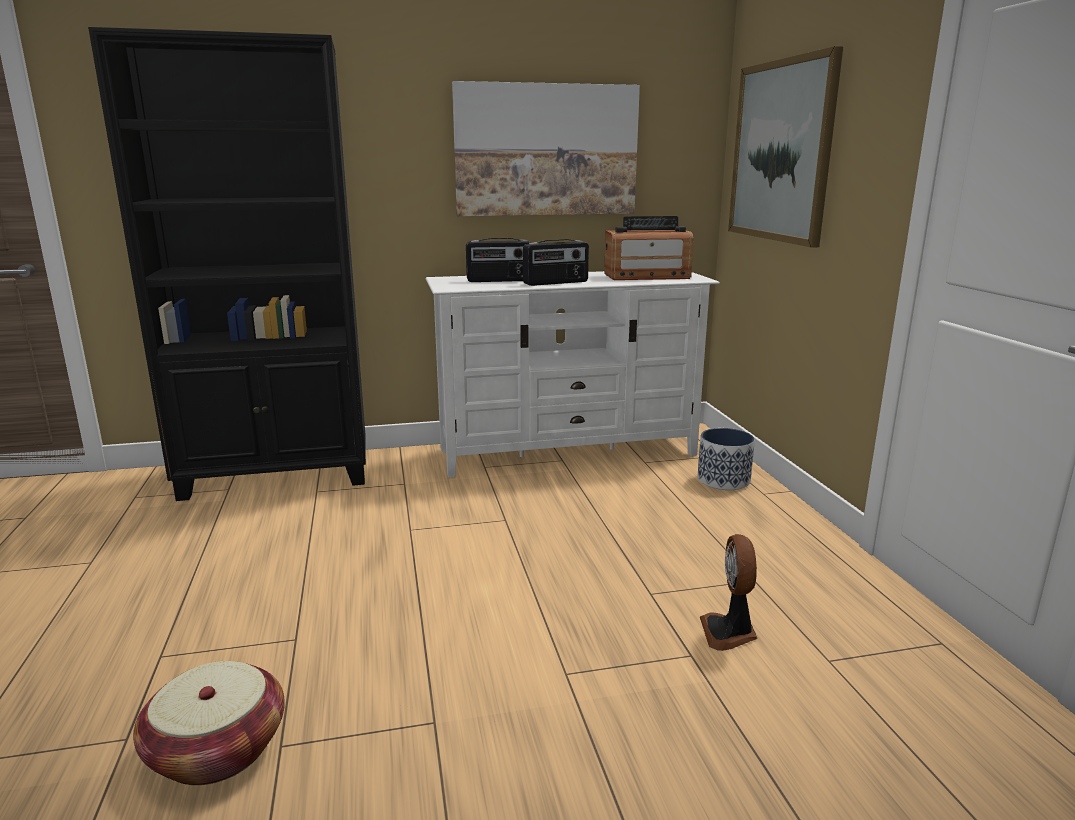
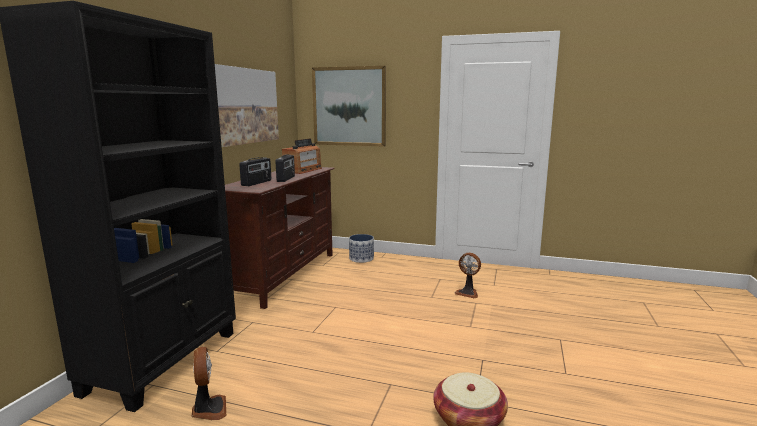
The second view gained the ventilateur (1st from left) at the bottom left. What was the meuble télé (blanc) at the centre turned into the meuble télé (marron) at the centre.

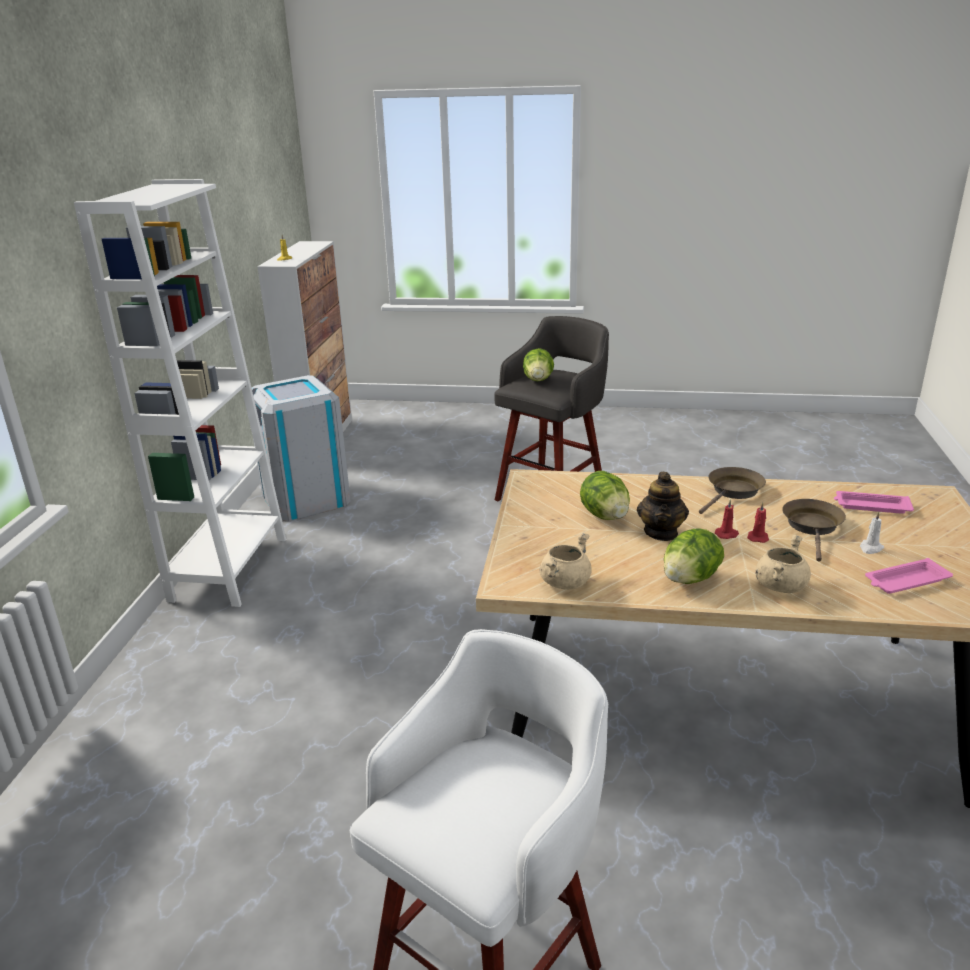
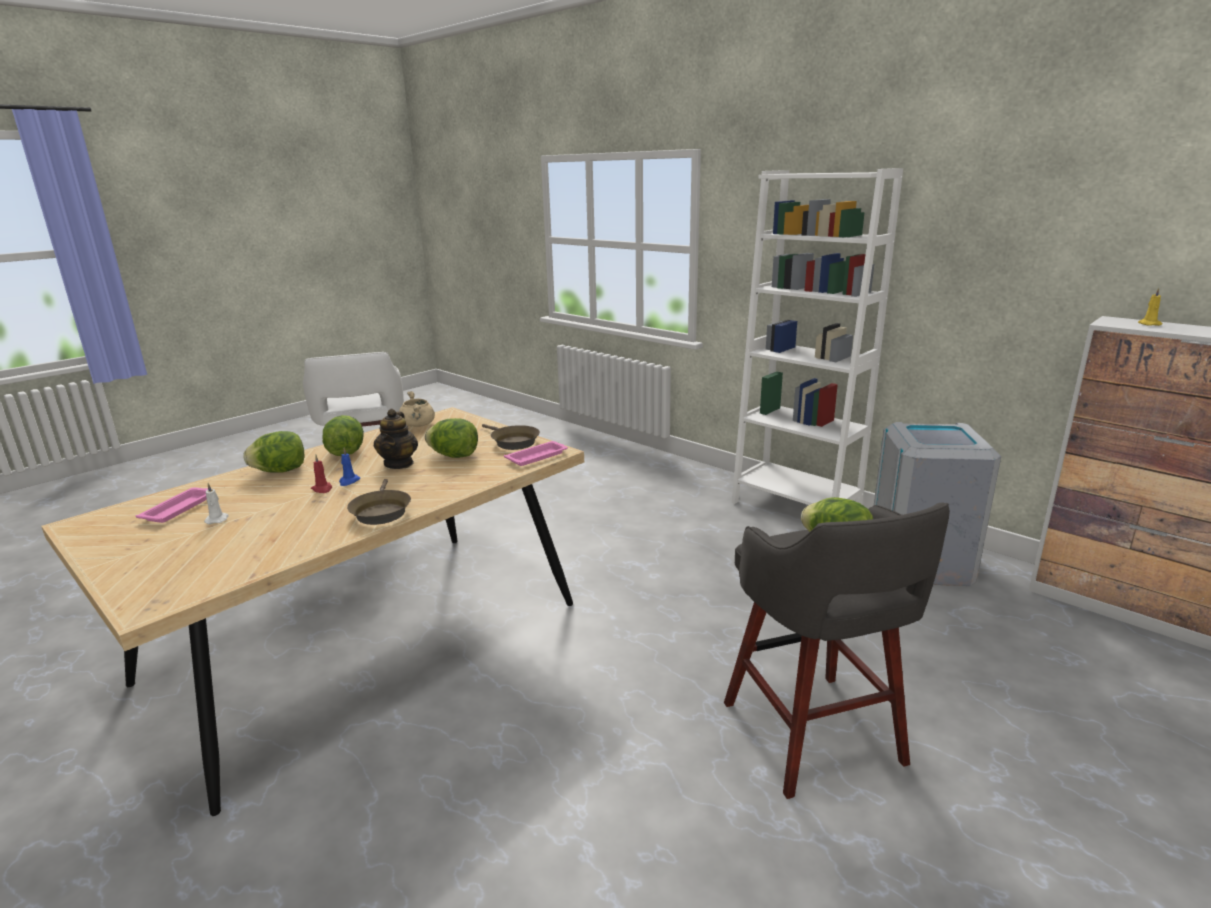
Where the marmite (beige) (2nd from left) stood at the middle right, the laitue (1st from left) came to stand at the middle left. What was the bougie (rouge) (1st from left) at the middle right turned into the bougie (bleu) at the middle left. The théière at the middle right ended up facing another way, 135 degrees counterclockwise from before. The poêle (marron) (2nd from left) ended up elsewhere, having gone from the middle right to the centre. The plateau (rose) (1st from left in the first image) ended up elsewhere, having gone from the middle right to the centre.

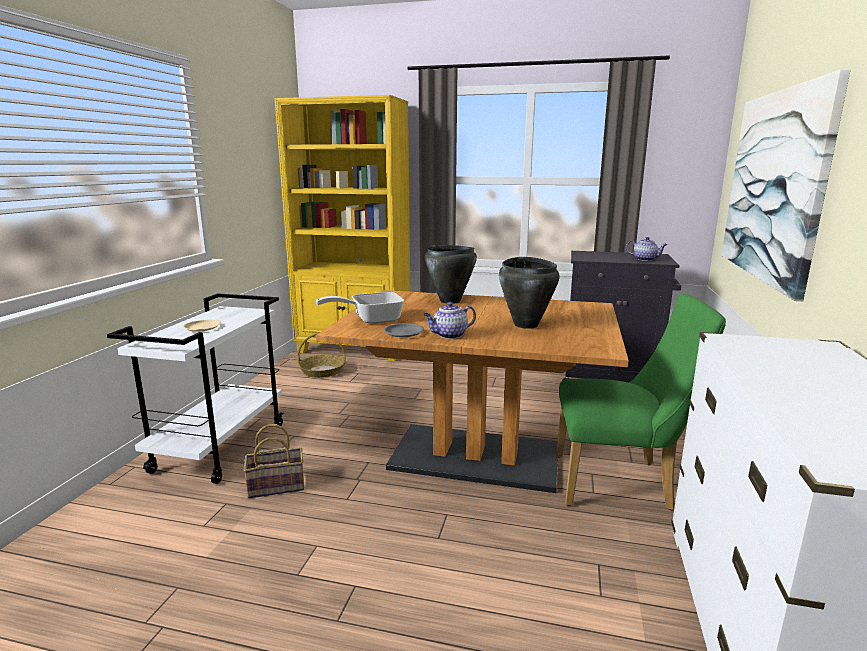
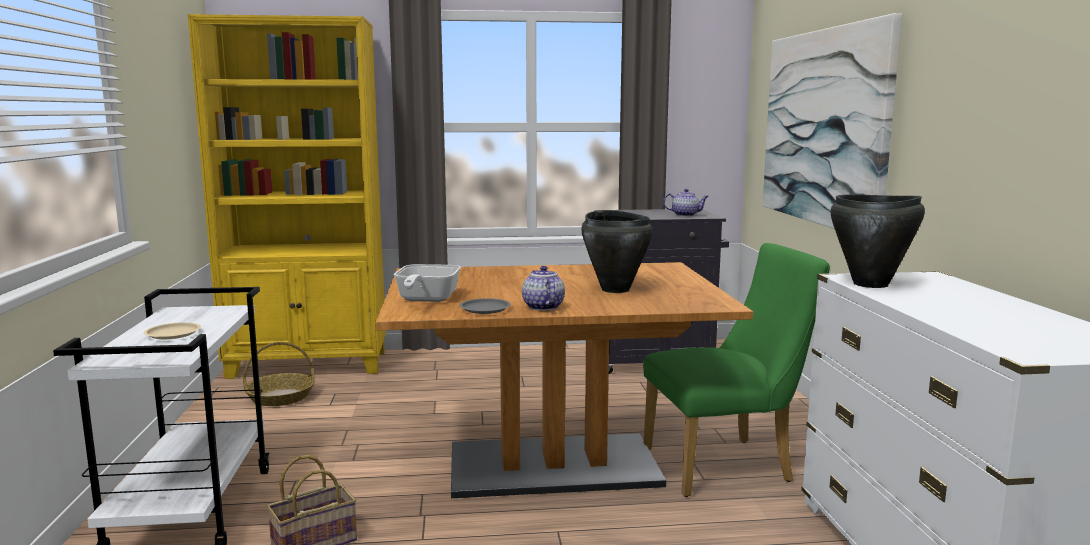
The poêle at the centre ended up facing another way, 45 degrees counterclockwise from before. The théière (1st from left) at the centre ended up facing another way, 120 degrees clockwise from before. The marmite (noir) (1st from left in the first image) ended up elsewhere, having gone from the centre to the middle right.

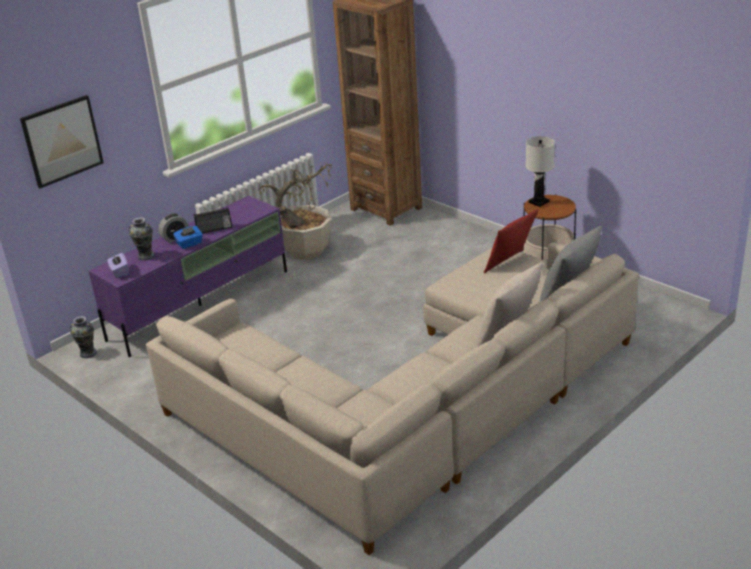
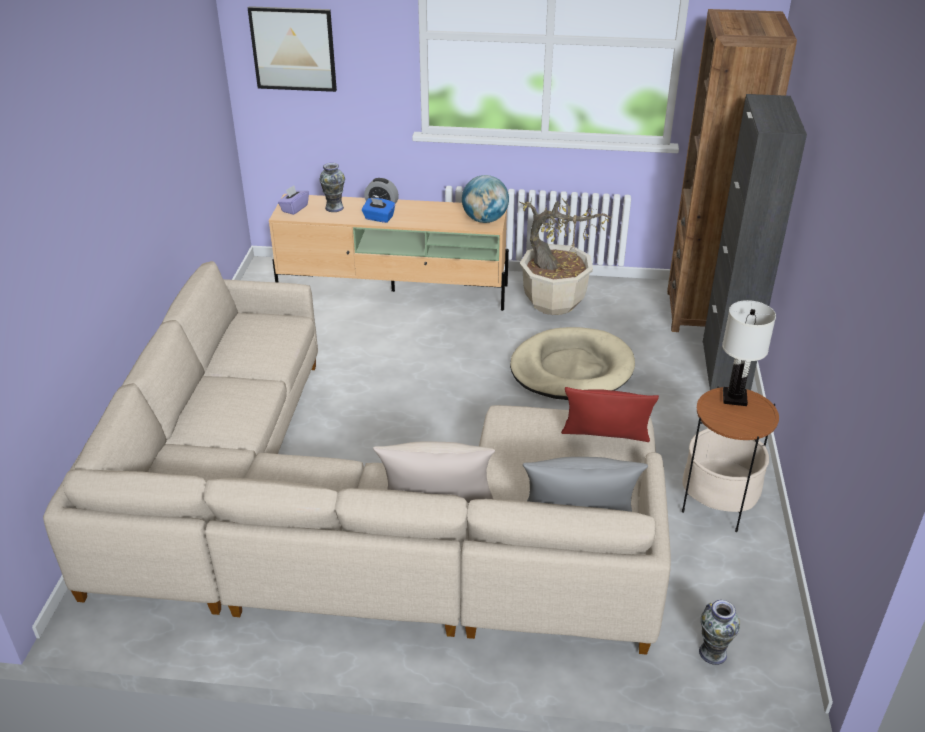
What was the meuble télé (violet) at the middle left turned into the meuble télé (beige) at the centre. The second view gained the globe at the top centre. The second view gained the panier pour chien (beige) at the centre. The vase (1st from left in the first image) ended up elsewhere, having gone from the middle left to the bottom right. The second view gained the meuble de rangement (noir) at the top right. The second view lost the radio at the middle left.

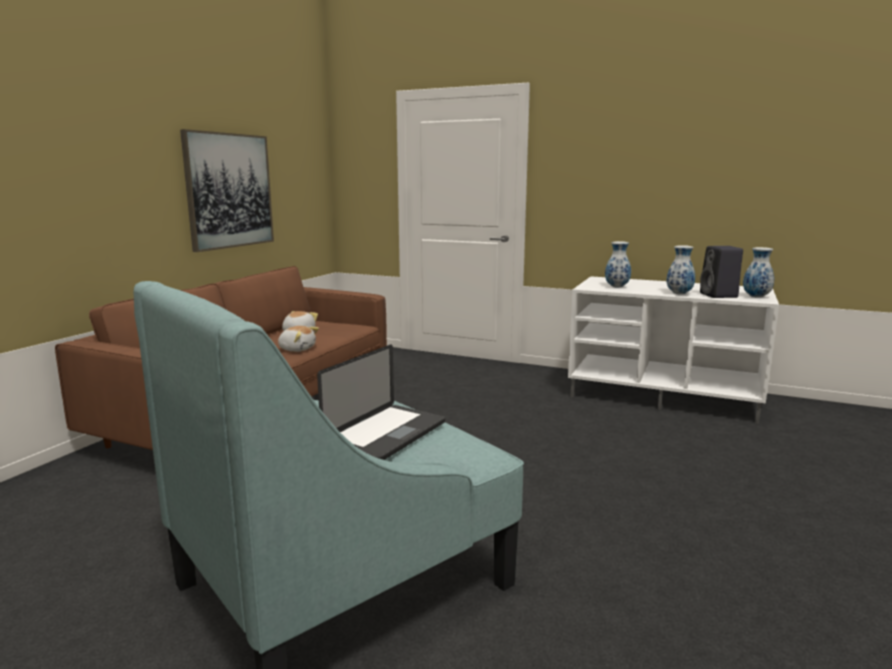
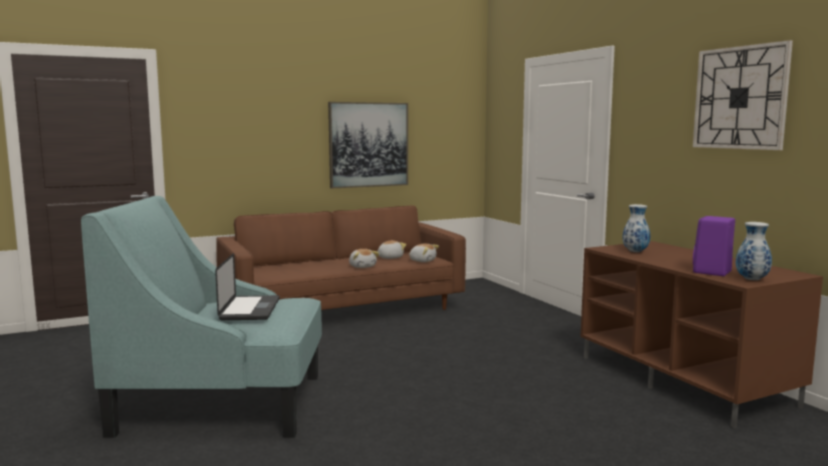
The ordinateur portable at the centre ended up facing another way, 75 degrees counterclockwise from before. The second view gained the peluche (3rd from left) at the centre. What was the meuble télé (blanc) at the middle right turned into the meuble télé (marron) at the bottom right. The second view gained the horloge murale at the top right. What was the enceinte (noir) at the middle right turned into the enceinte (violet) at the middle right. The second view lost the vase (2nd from left) at the middle right.

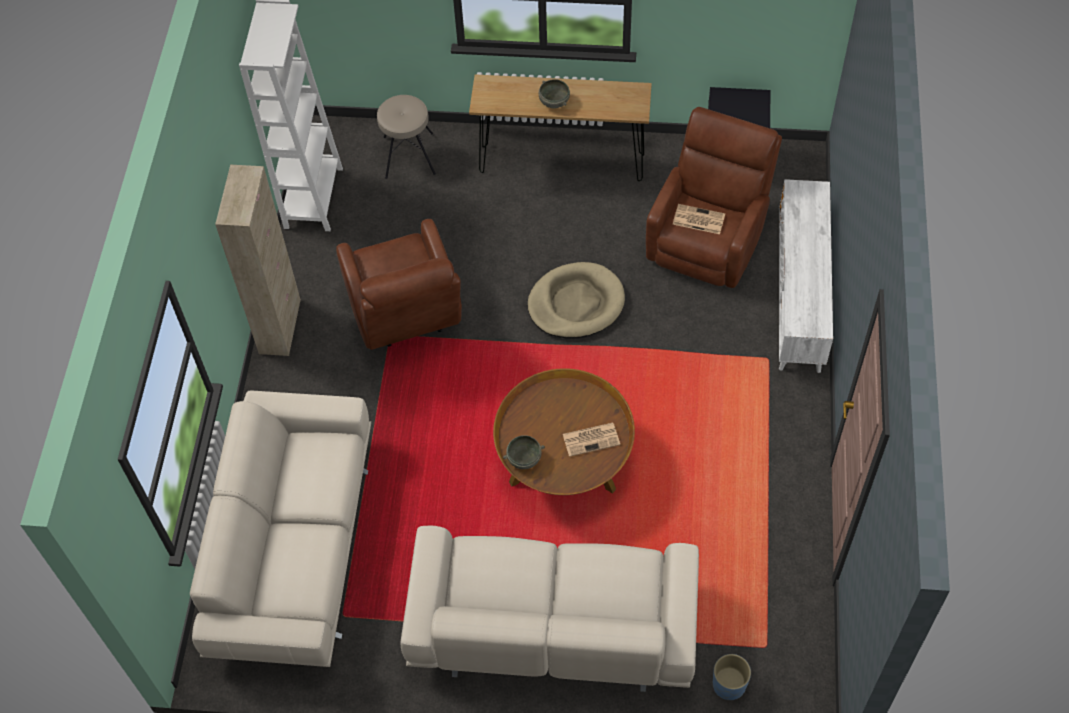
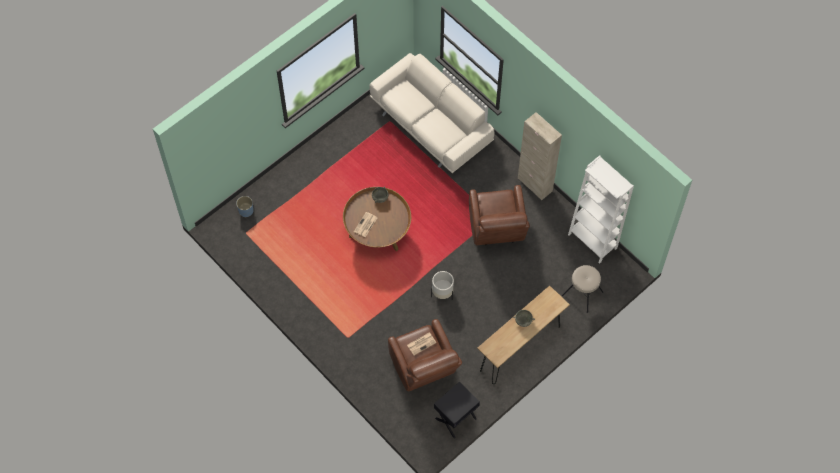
Where the panier pour chien (beige) stood at the centre, the cache-pot (blanc) came to stand at the centre. The fauteuil (marron) (1st from left in the first image) at the centre ended up facing another way, 120 degrees counterclockwise from before. The second view lost the canapé (beige) (2nd from left) at the bottom centre. The second view lost the meuble télé (blanc) at the middle right.

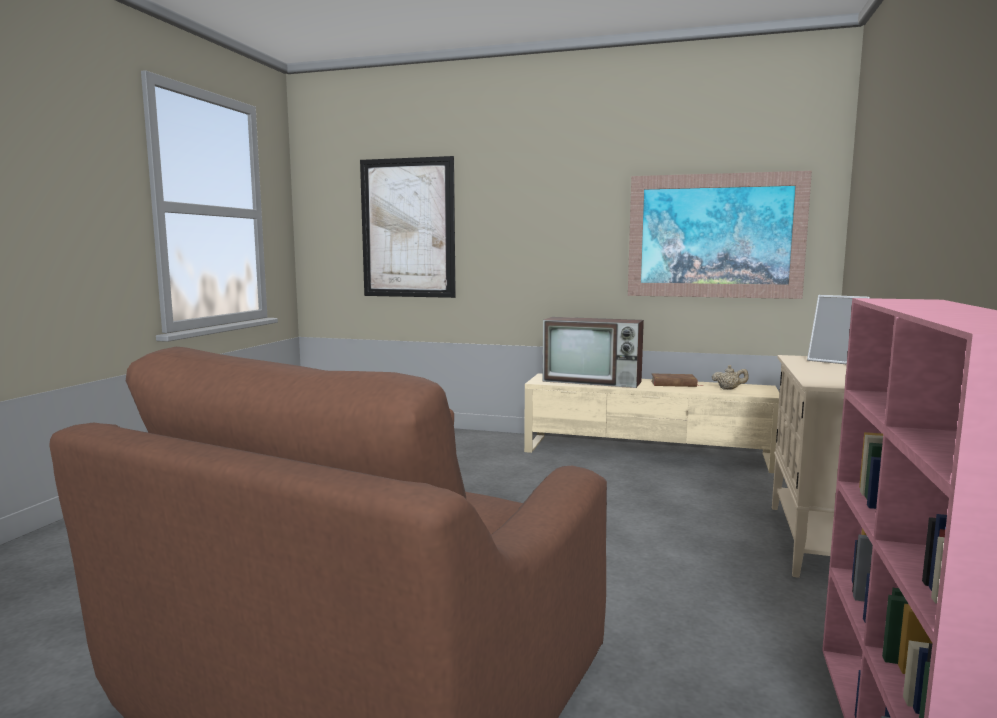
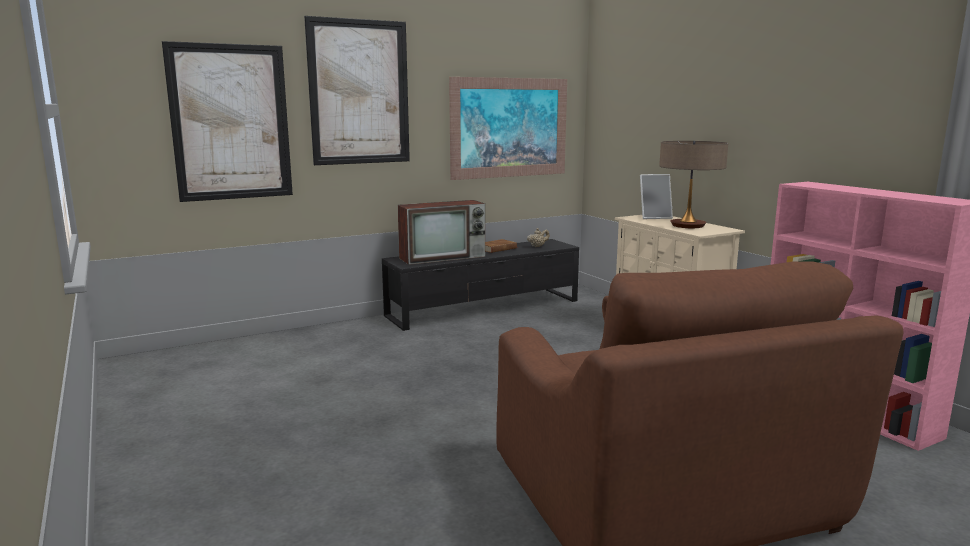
The second view gained the tableau (2nd from left) at the top centre. What was the meuble télé (beige) at the centre turned into the meuble télé (noir) at the centre. The second view gained the lampe de table at the middle right.

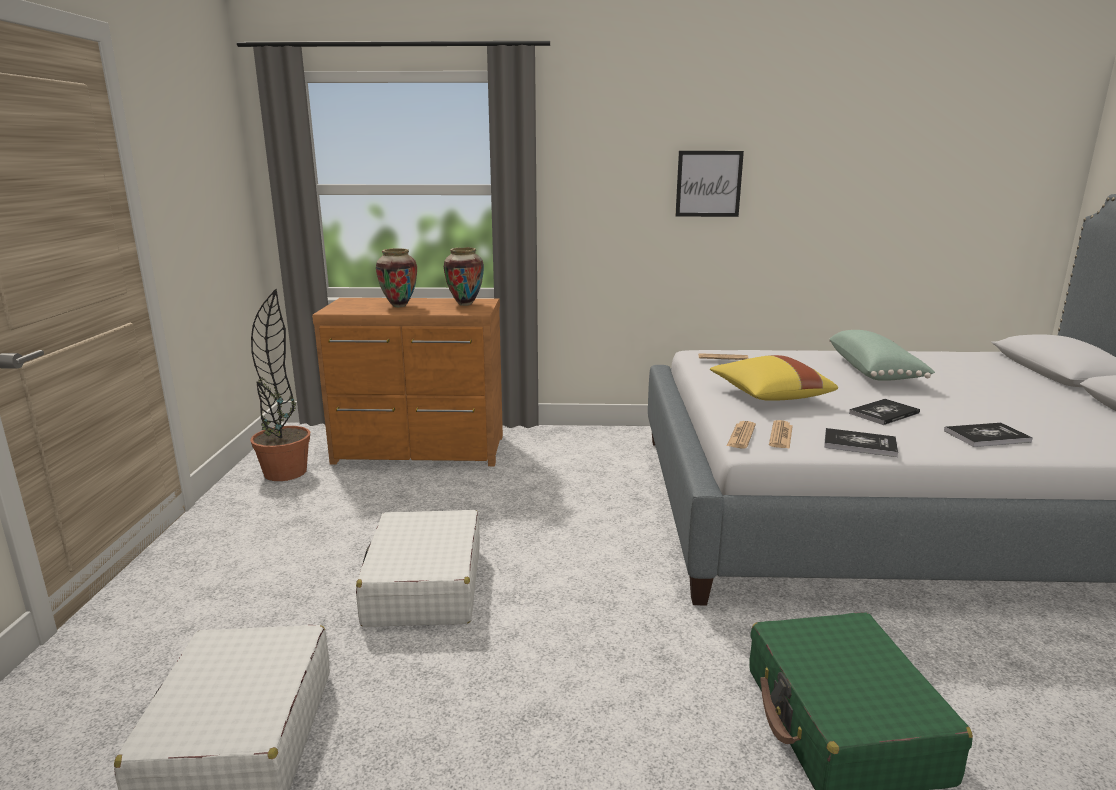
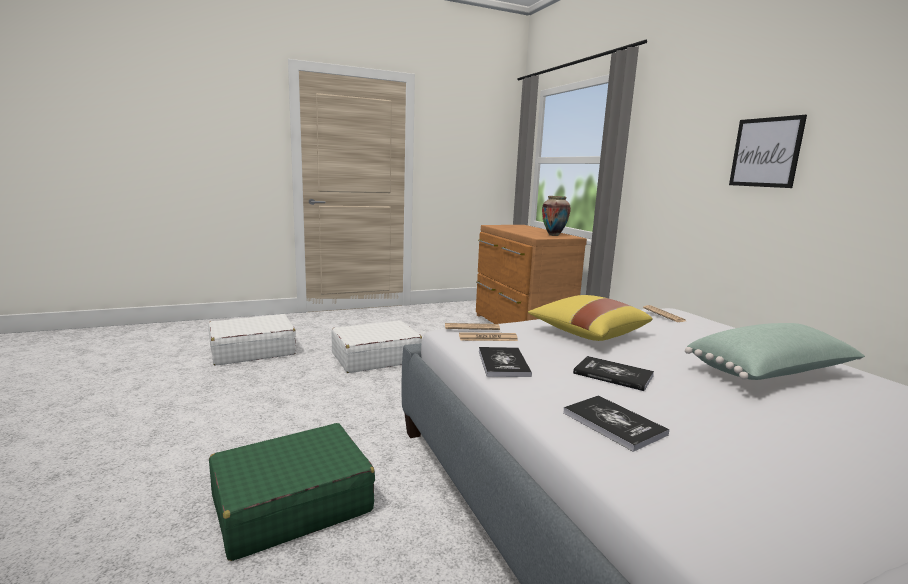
The second view lost the plante en pot at the middle left. The second view lost the vase (1st from left) at the centre.

